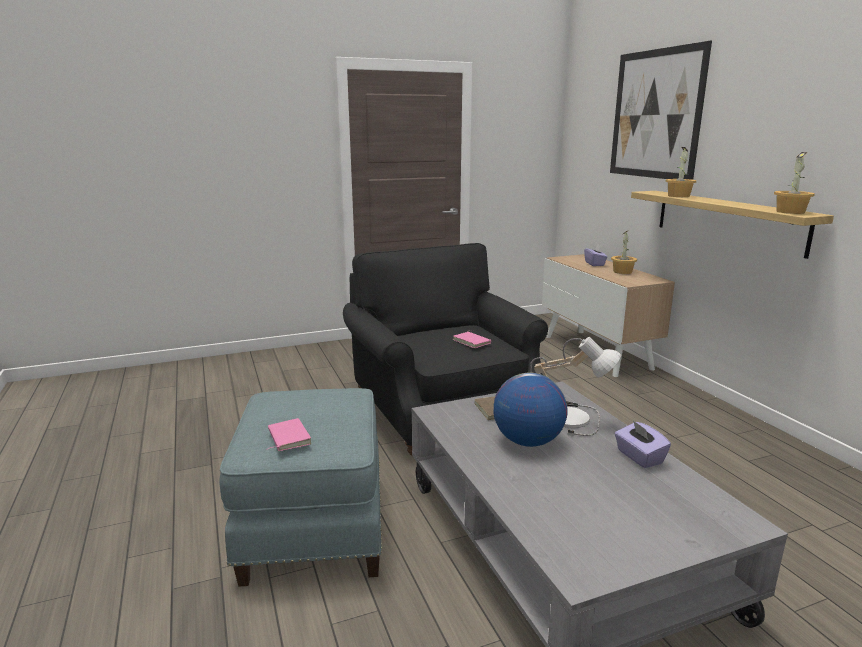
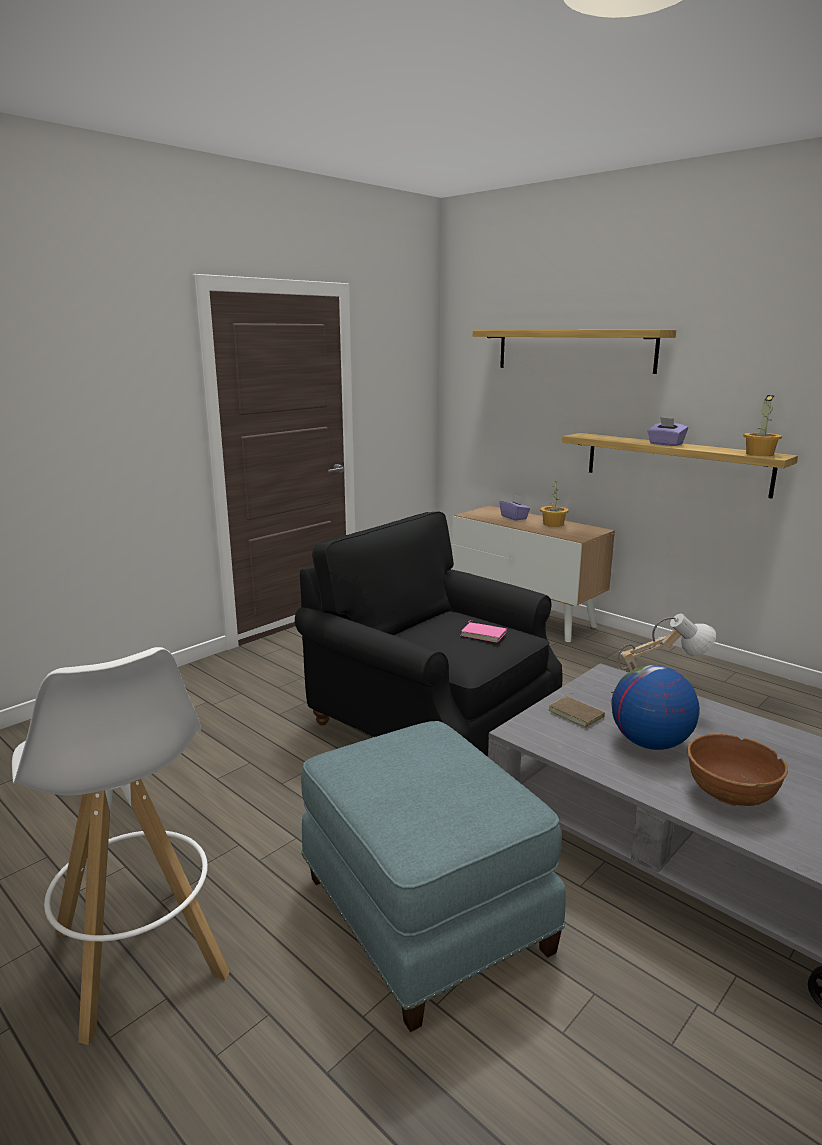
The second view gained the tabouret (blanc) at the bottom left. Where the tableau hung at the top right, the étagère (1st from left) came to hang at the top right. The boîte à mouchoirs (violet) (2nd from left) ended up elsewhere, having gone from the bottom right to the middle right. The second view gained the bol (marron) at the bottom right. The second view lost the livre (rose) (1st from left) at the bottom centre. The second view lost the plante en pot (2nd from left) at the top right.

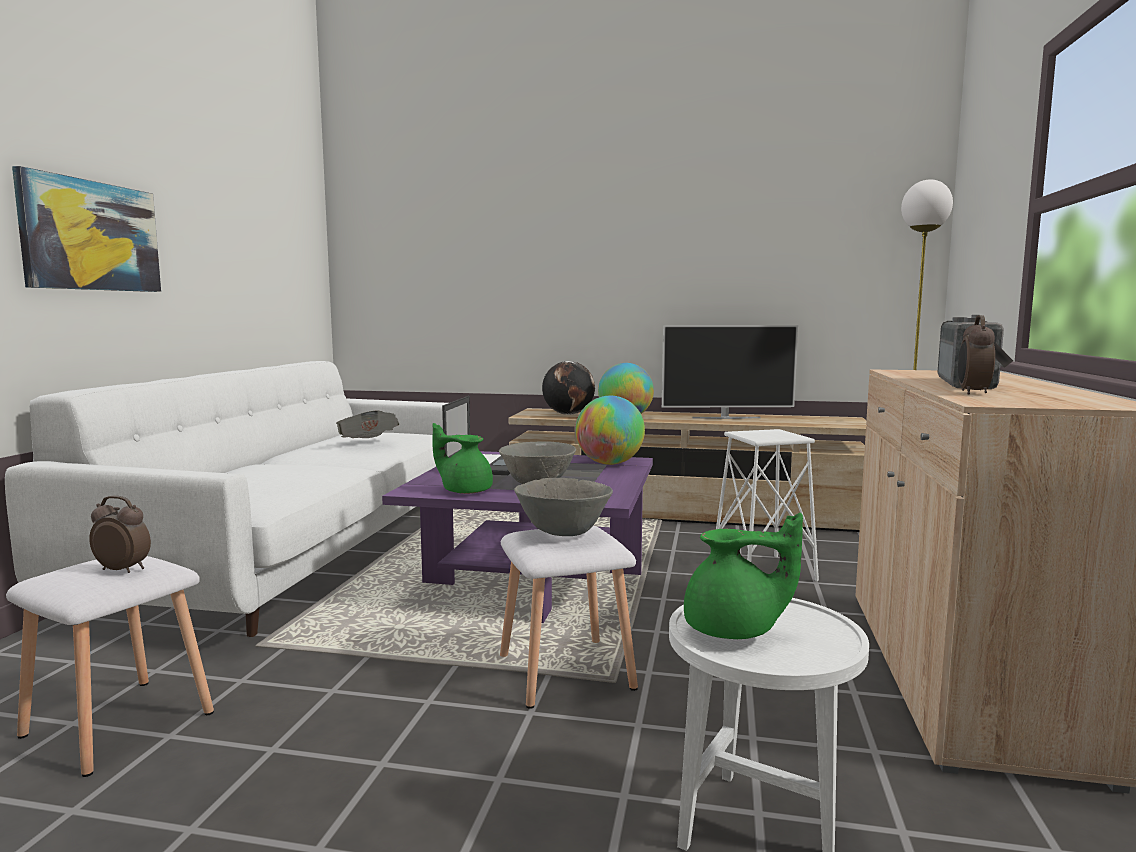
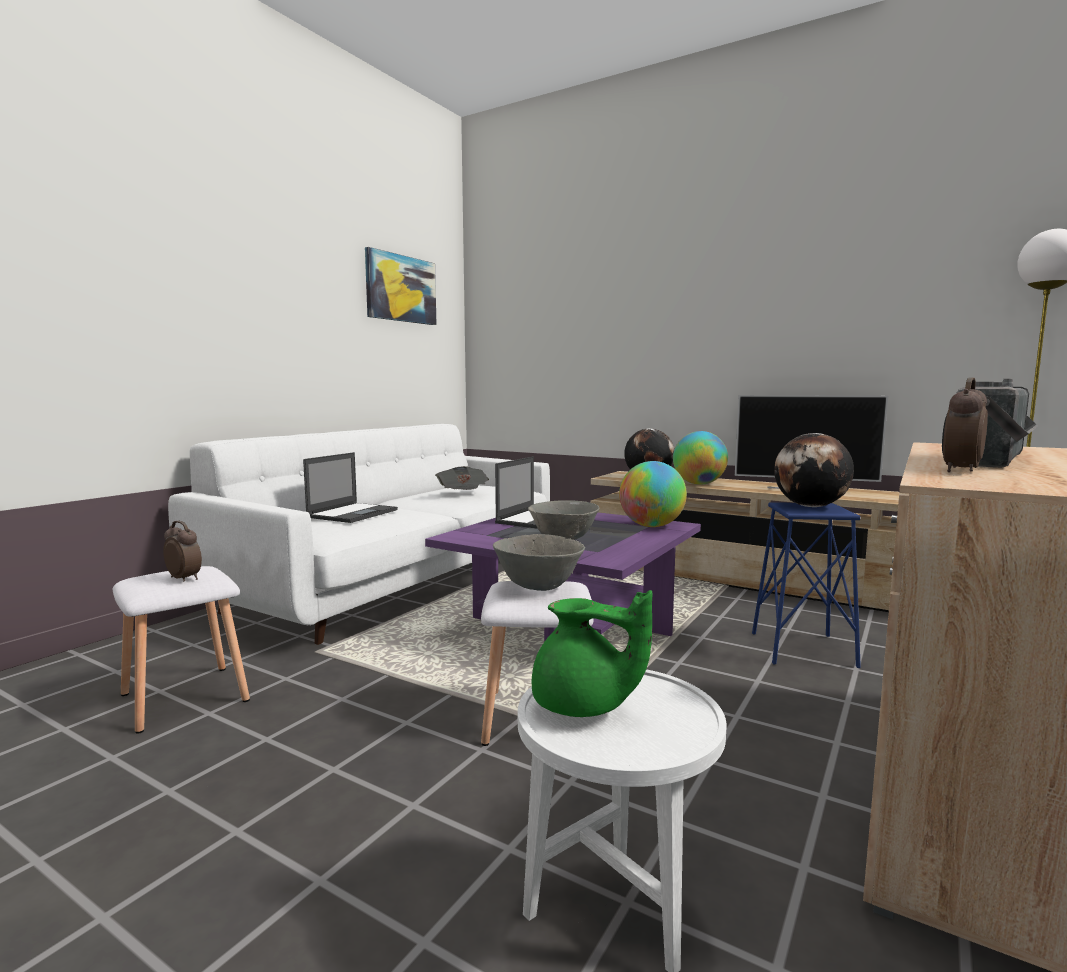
The second view gained the ordinateur portable (1st from left) at the middle left. The tableau ended up elsewhere, having gone from the top left to the top centre. What was the tabouret (blanc) (3rd from left) at the middle right turned into the tabouret (bleu) at the middle right. The second view gained the globe (4th from left) at the middle right. The second view lost the théière (vert) (1st from left) at the centre.

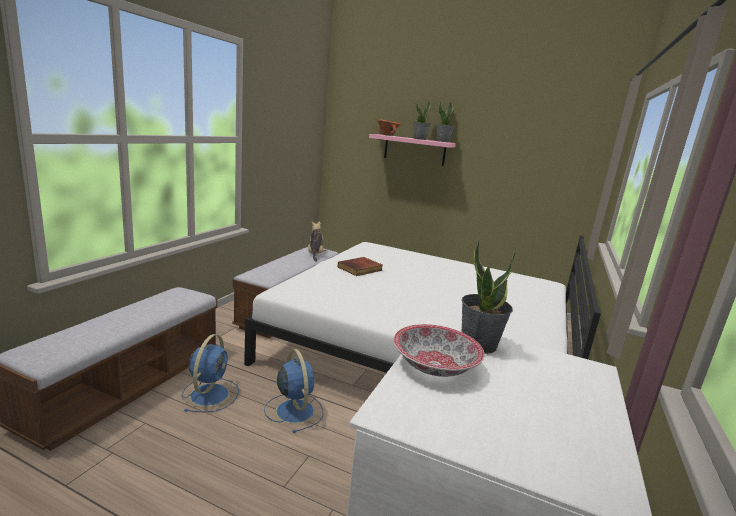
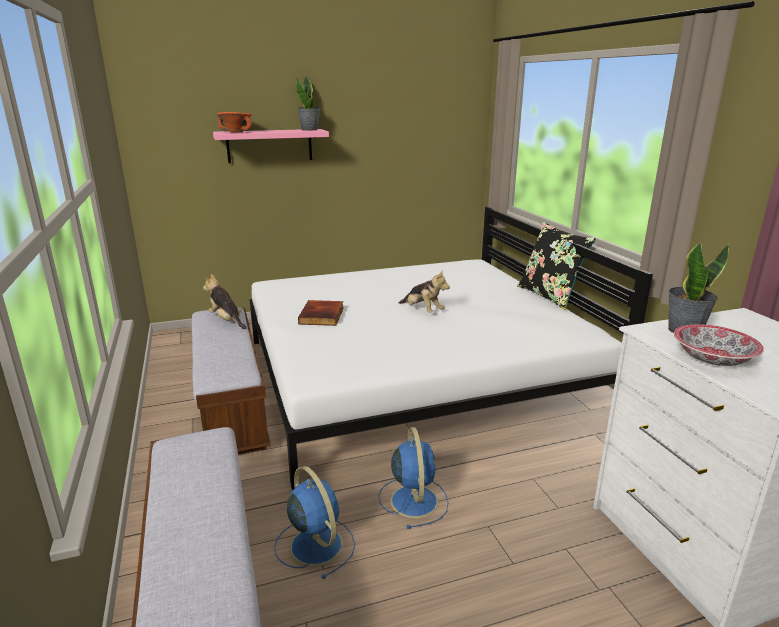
The ventilateur (bleu) (2nd from left) at the bottom centre ended up facing another way, 60 degrees clockwise from before. The second view gained the peluche (2nd from left) at the centre. The second view gained the coussin (noir) at the middle right. The second view lost the plante en pot (1st from left) at the top centre.

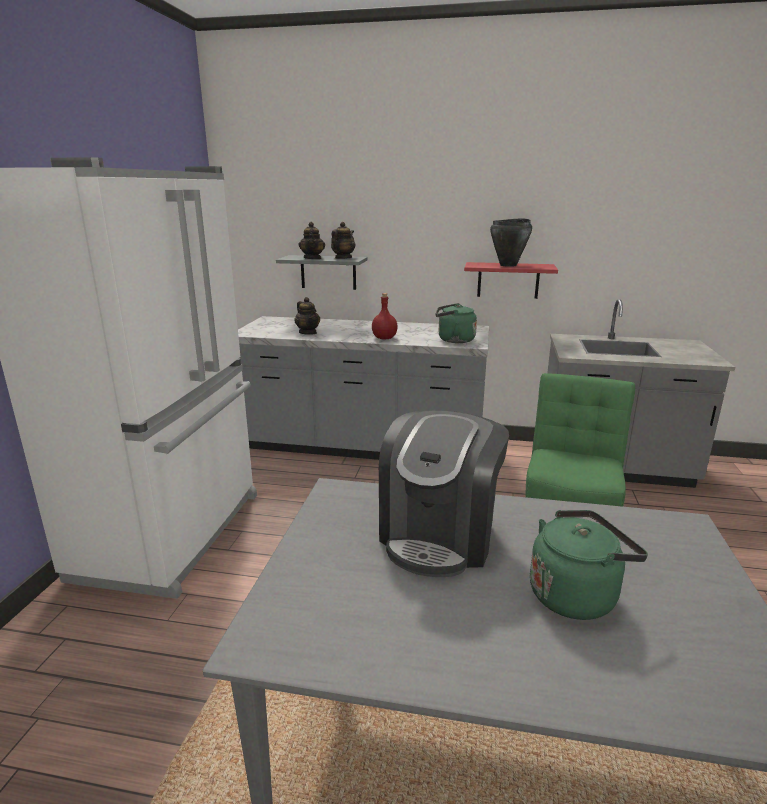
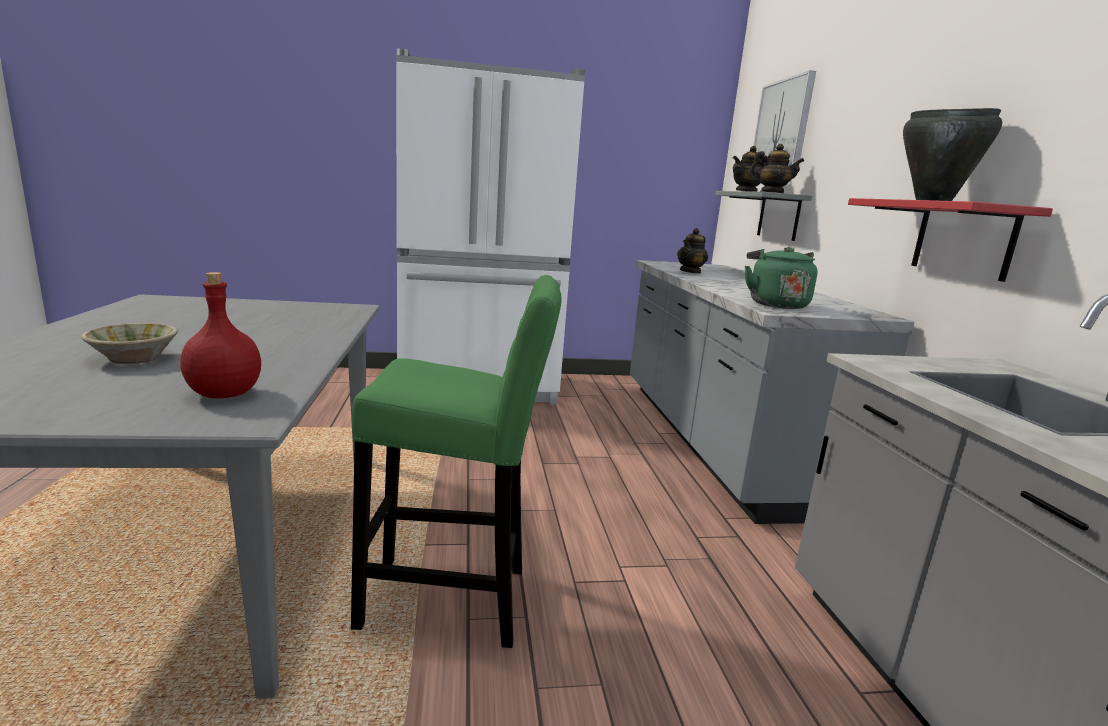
Where the bouilloire (vert) (2nd from left) stood at the bottom right, the bol (beige) came to stand at the middle left. The bouteille (rouge) ended up elsewhere, having gone from the centre to the middle left. The second view gained the tableau at the top right. The second view lost the machine à café at the centre.

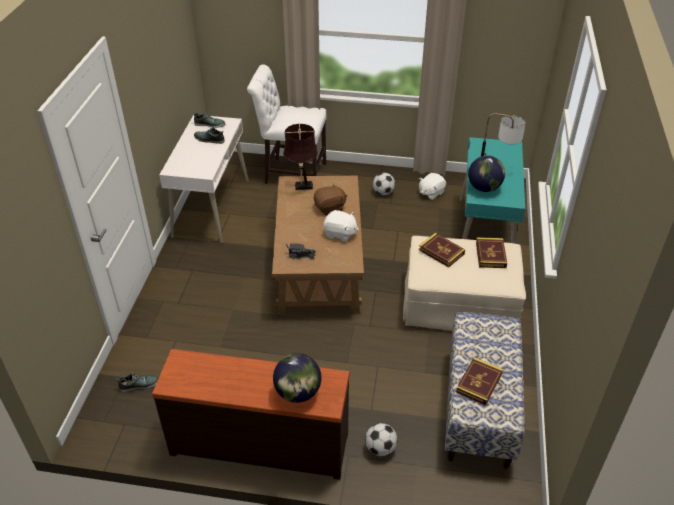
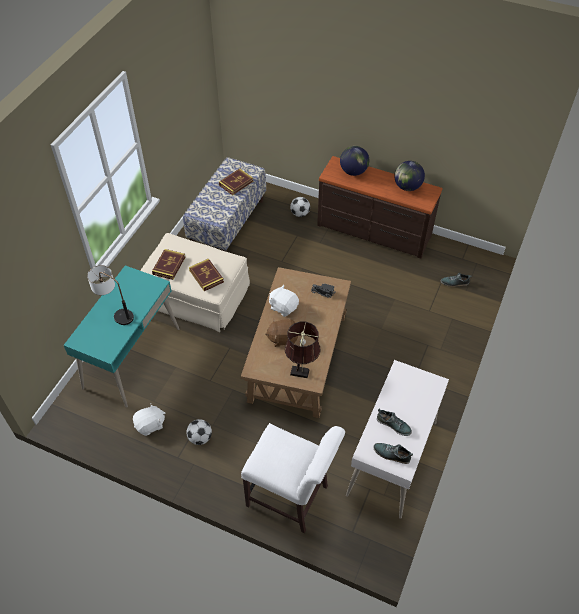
The globe (2nd from left) ended up elsewhere, having gone from the middle right to the top right.

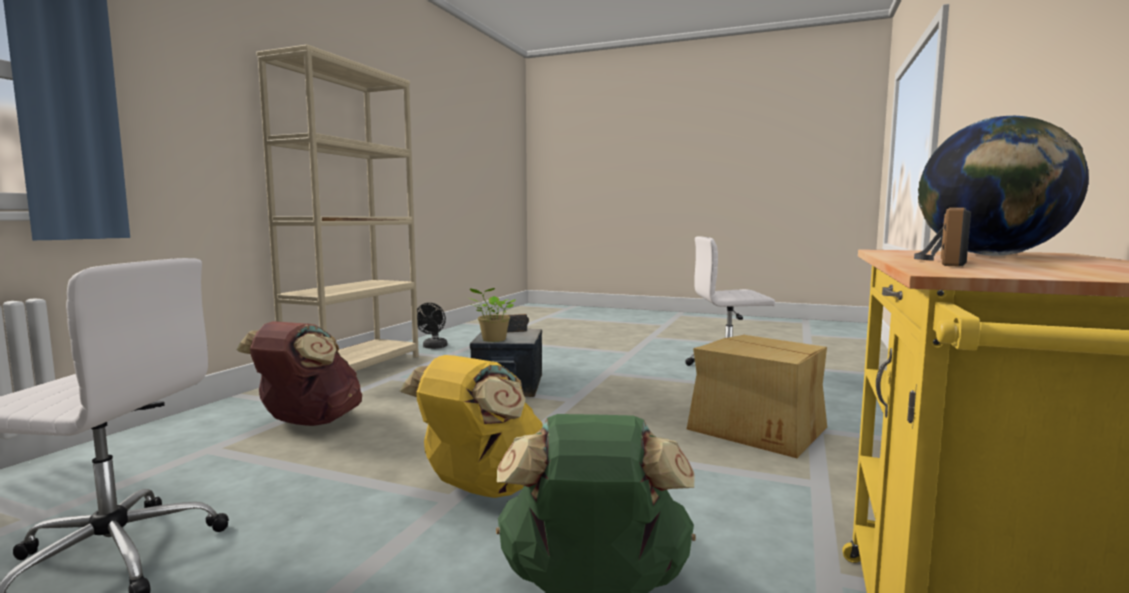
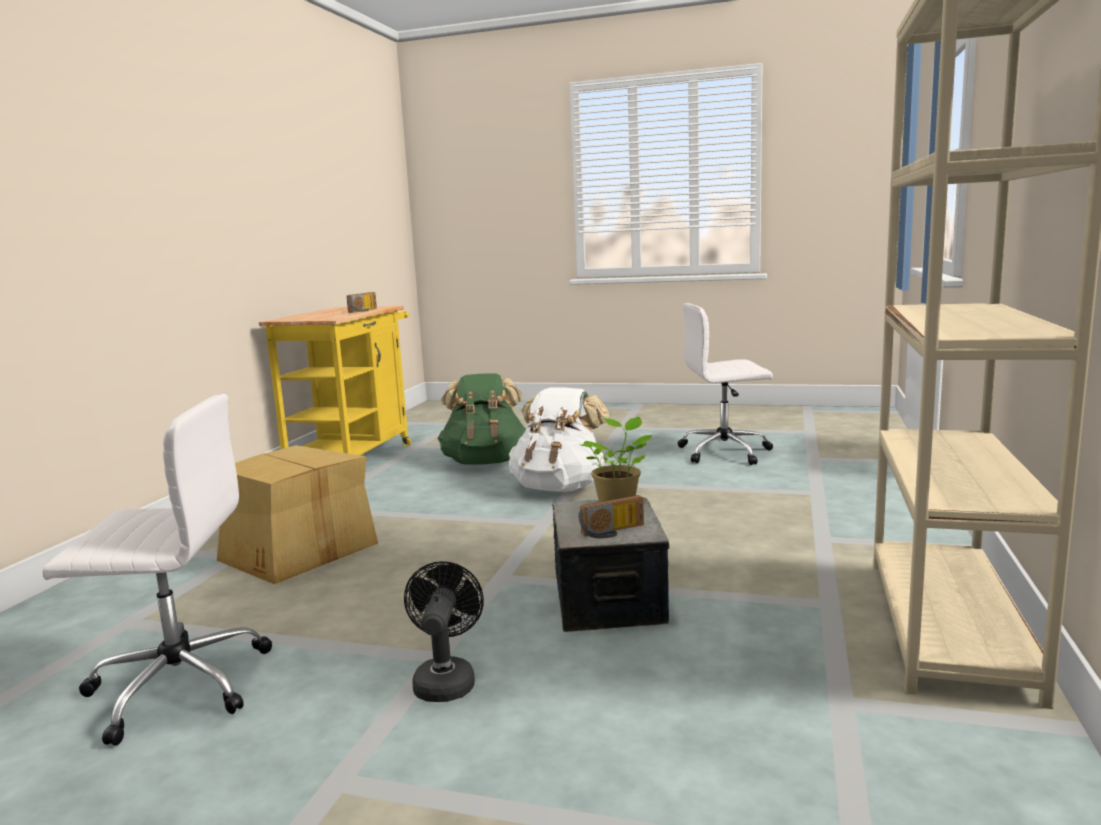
The ventilateur (noir) ended up elsewhere, having gone from the centre to the bottom centre. What was the sac à dos (jaune) at the bottom centre turned into the sac à dos (blanc) at the centre. The second view lost the sac à dos (marron) at the middle left. The second view lost the globe at the top right.

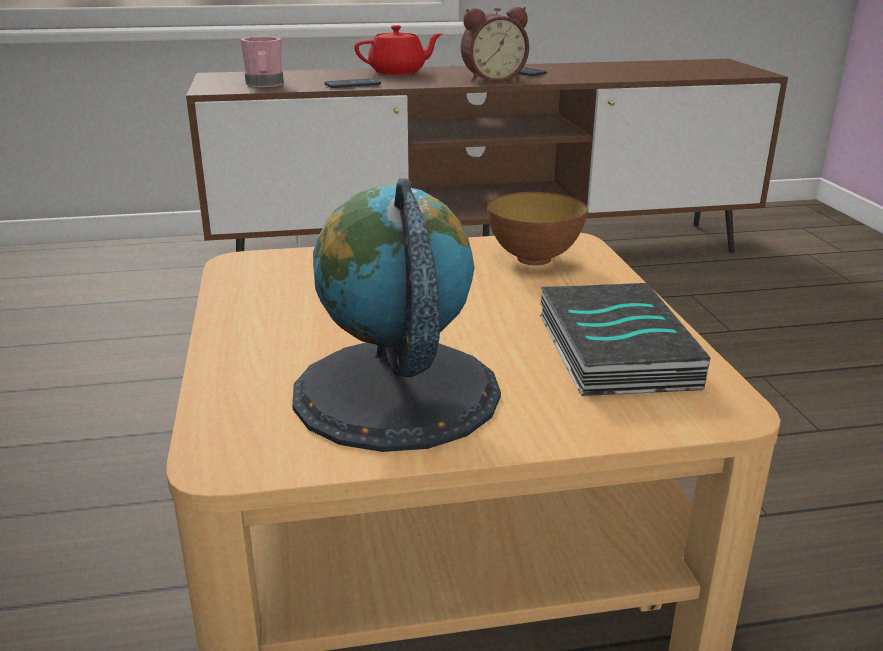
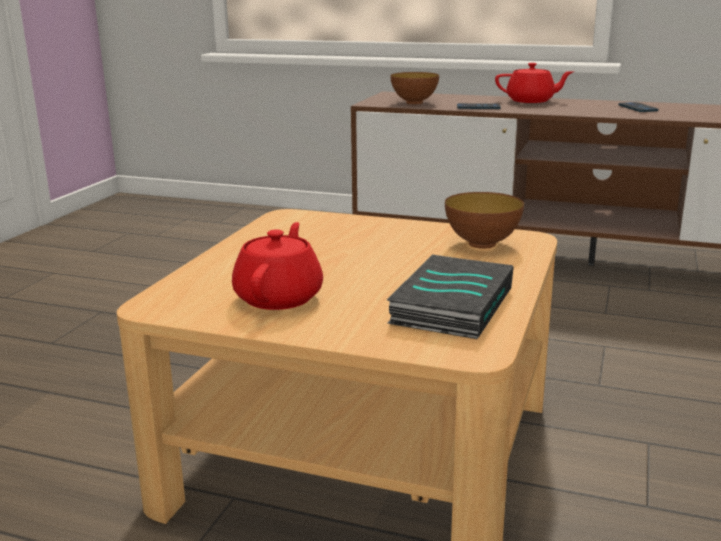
Where the globe stood at the centre, the théière (rouge) (1st from left) came to stand at the centre. Where the mug (rose) stood at the top left, the bol (1st from left) came to stand at the top centre. The second view lost the réveil at the top centre.

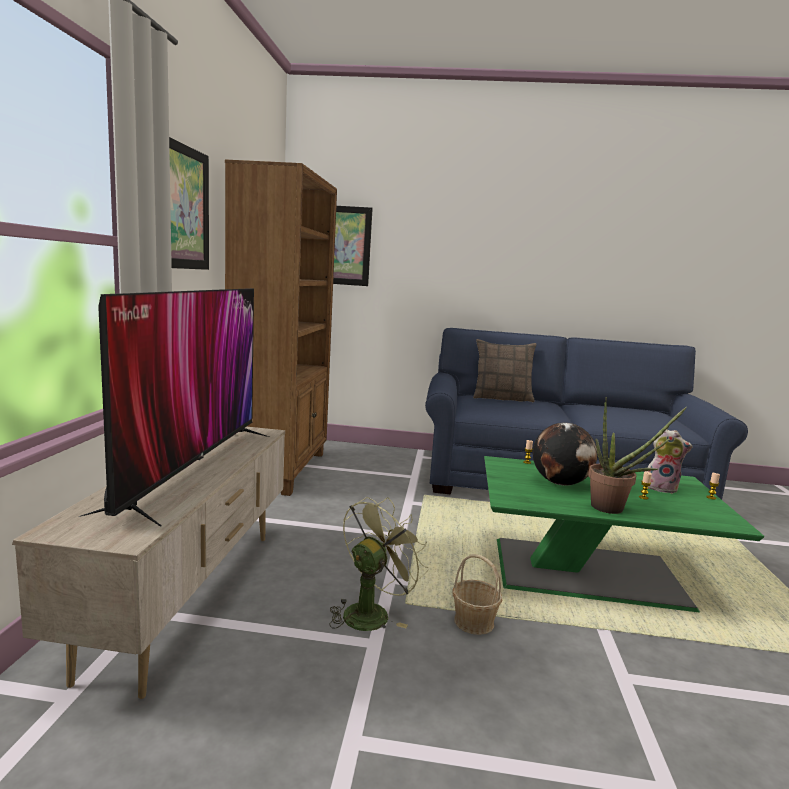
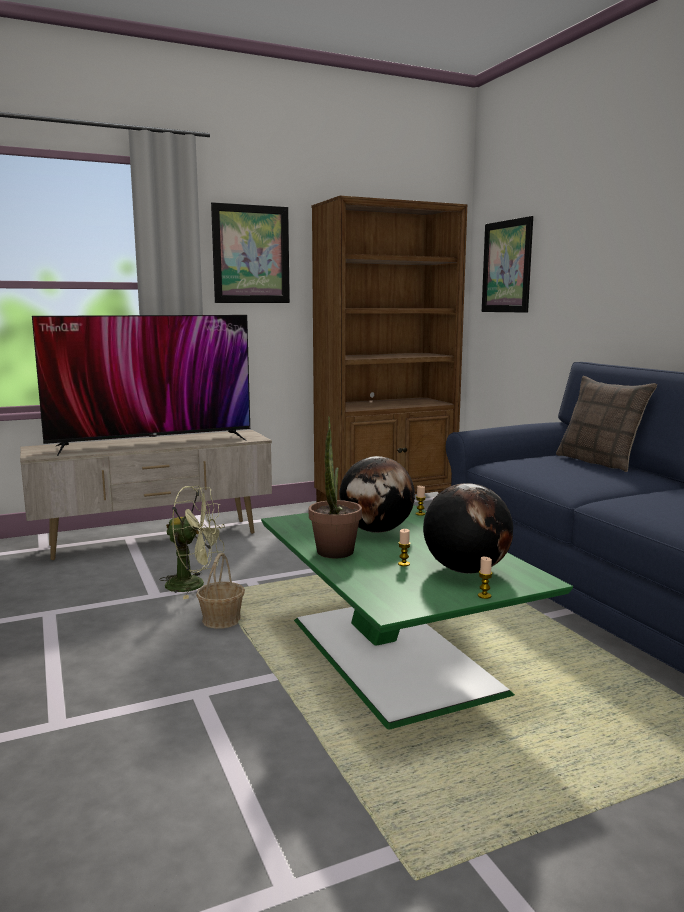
Where the peluche stood at the middle right, the globe (2nd from left) came to stand at the middle right.

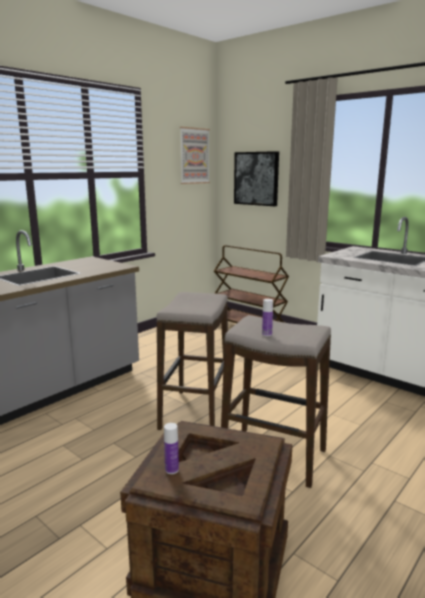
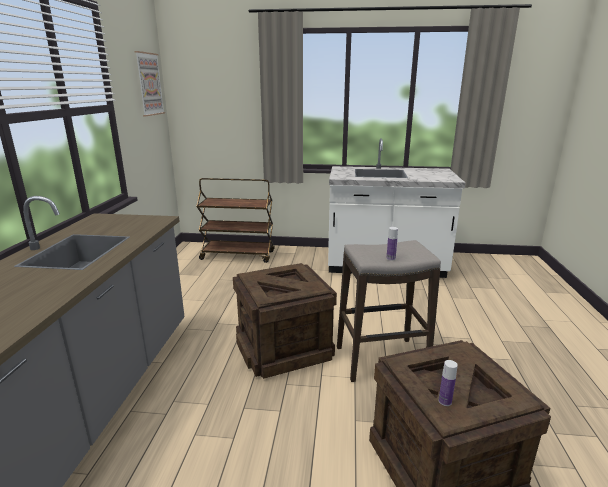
Where the tabouret (1st from left) stood at the centre, the caisse (1st from left) came to stand at the centre. The second view lost the tableau (2nd from left) at the top centre.

